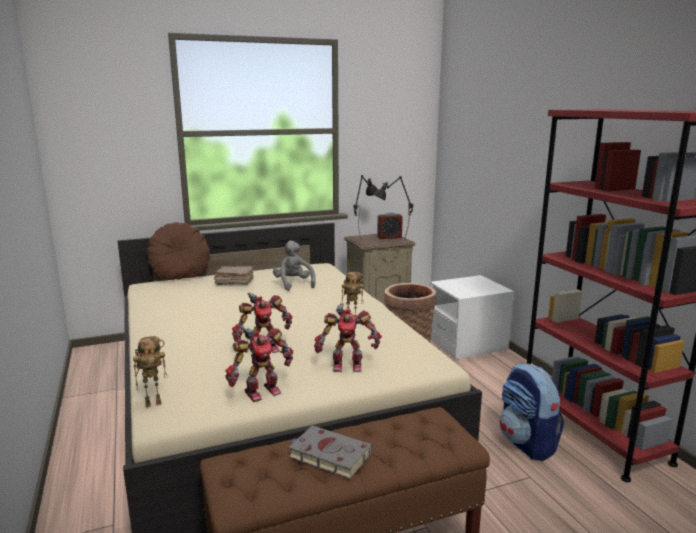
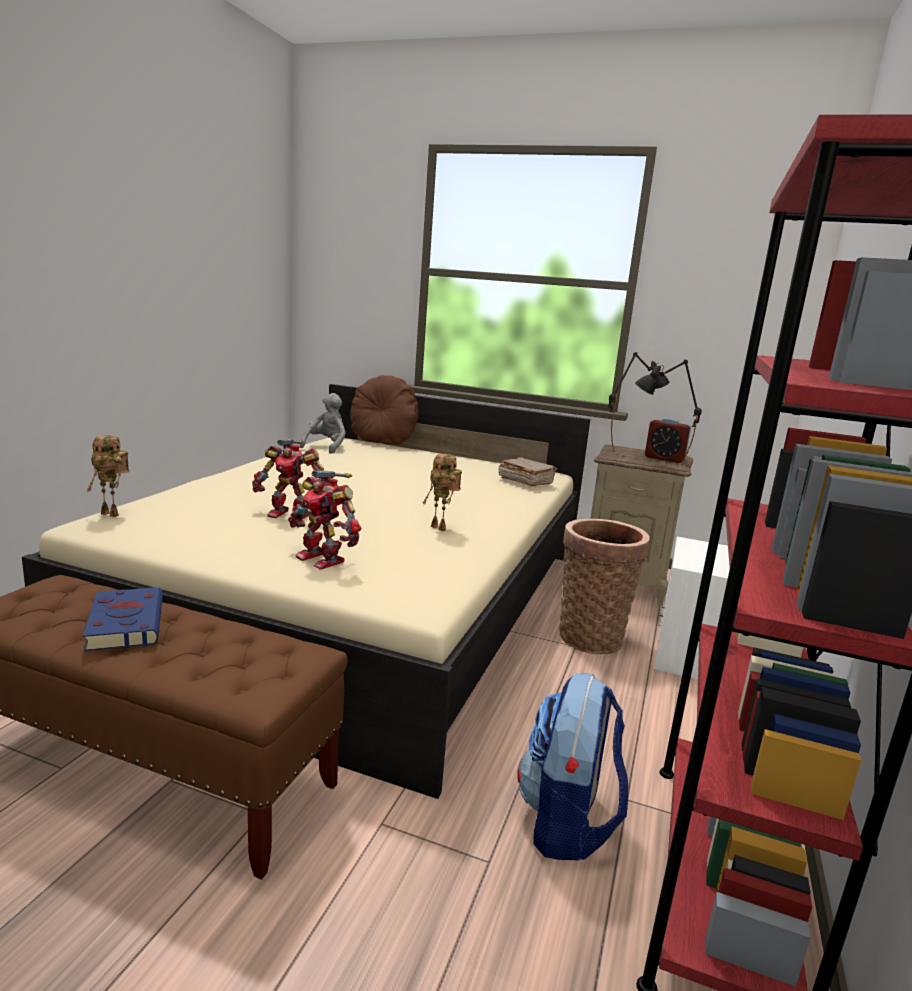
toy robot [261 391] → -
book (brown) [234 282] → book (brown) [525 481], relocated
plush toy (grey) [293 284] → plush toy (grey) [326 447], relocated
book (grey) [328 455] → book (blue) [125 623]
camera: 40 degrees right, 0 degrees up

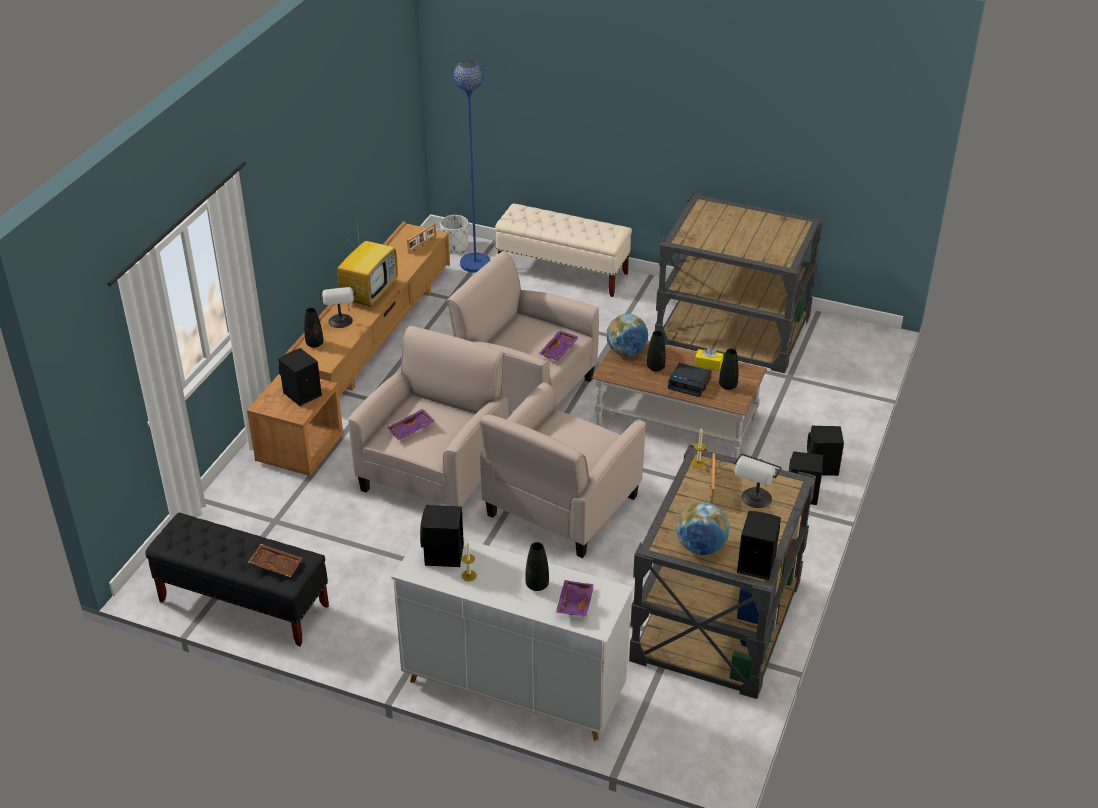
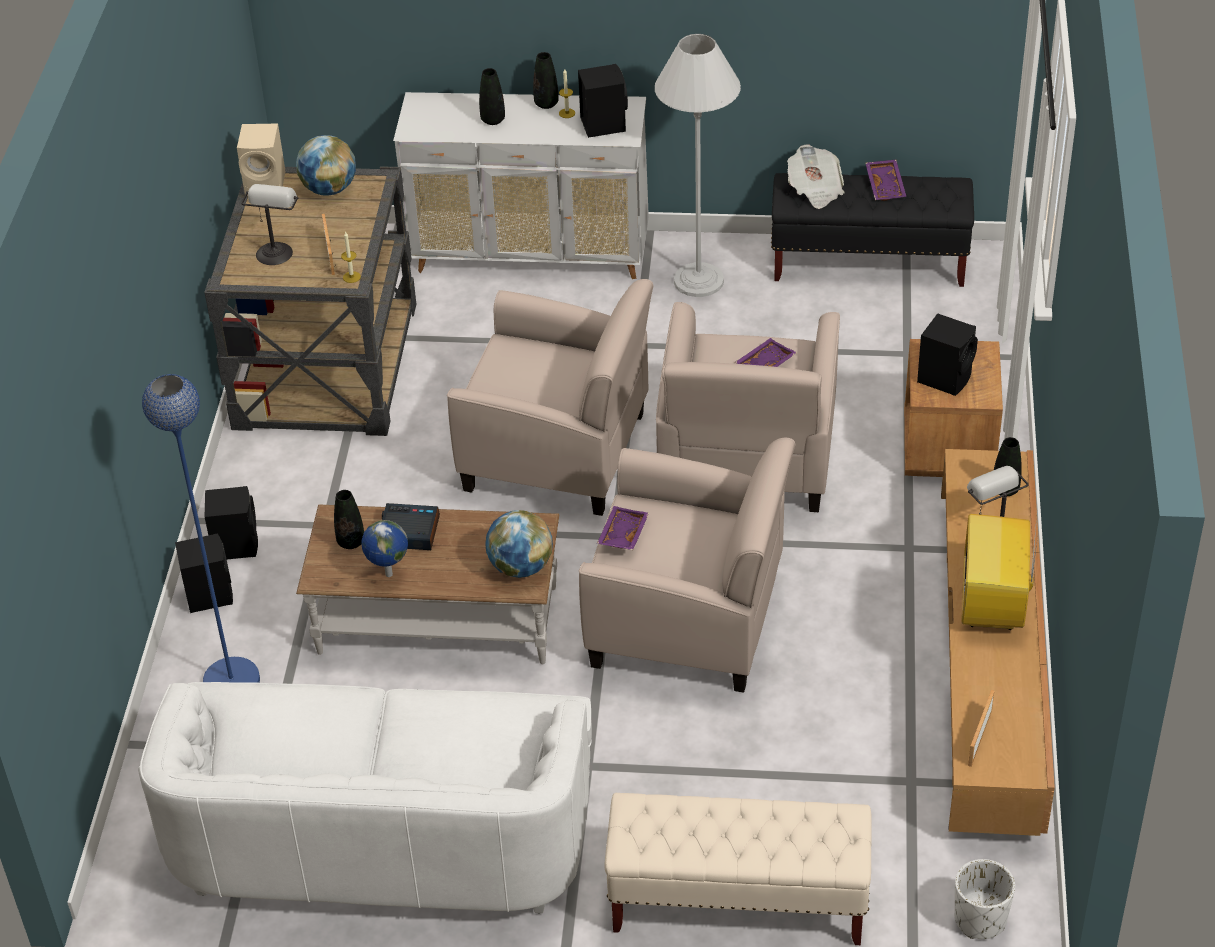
- → floor lamp (white) [698 280]
floor lamp (blue) [475 264] → floor lamp (blue) [232 681], relocated
tray (purple) [574 603] → tray (purple) [886 186], relocated
vase (black) [655 367] → vase (black) [546 104], relocated
tray (brown) [276 564] → newspaper [815 190]
bookcase [733 329] → sofa (white) [382 836]
tissue box (yellow) [708 364] → globe [388 574]
speaker (black) [754 563] → speaker (beige) [267 184]
armchair (beige) [561 507] → armchair (beige) [558 452], 90 degrees clockwise
camera: 165 degrees right, 5 degrees up

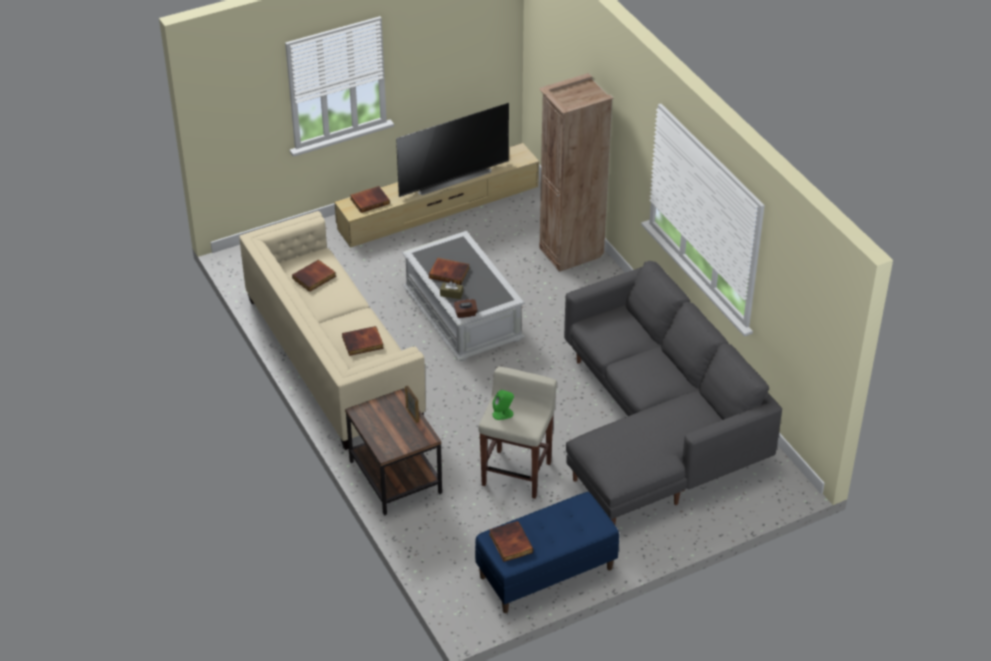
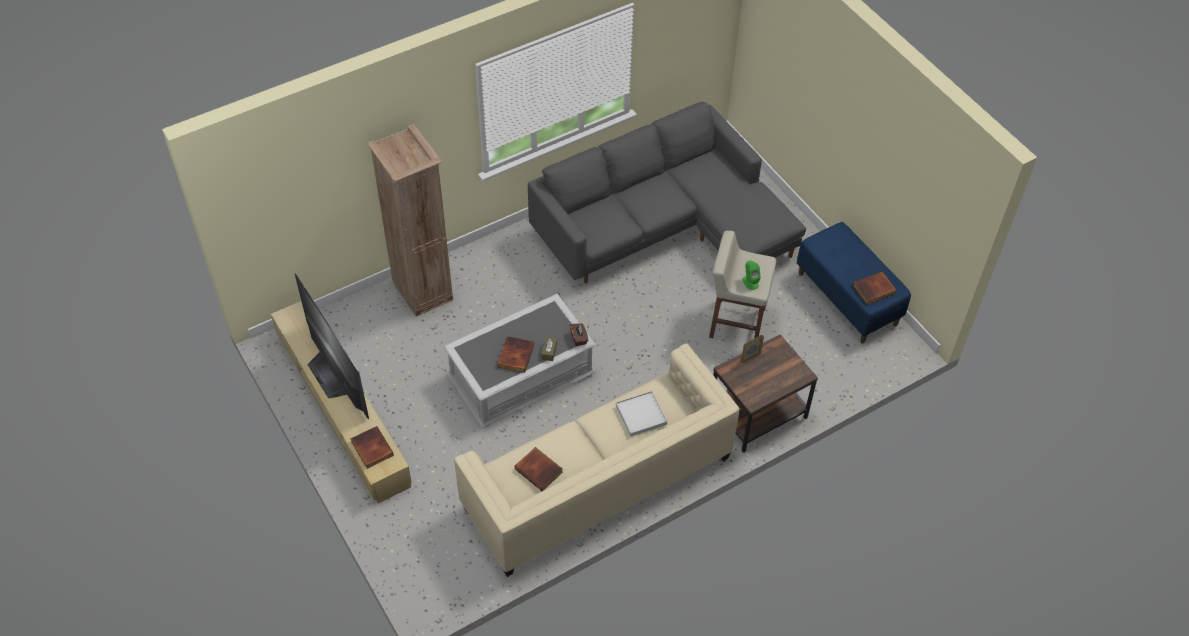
book [362 343] → tray (white) [641 415]
camera: 95 degrees left, 10 degrees up

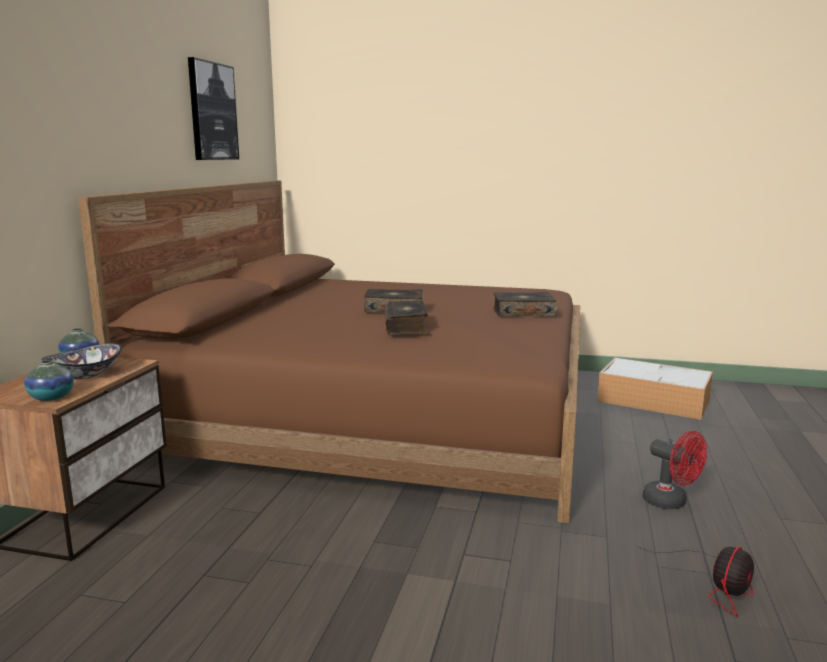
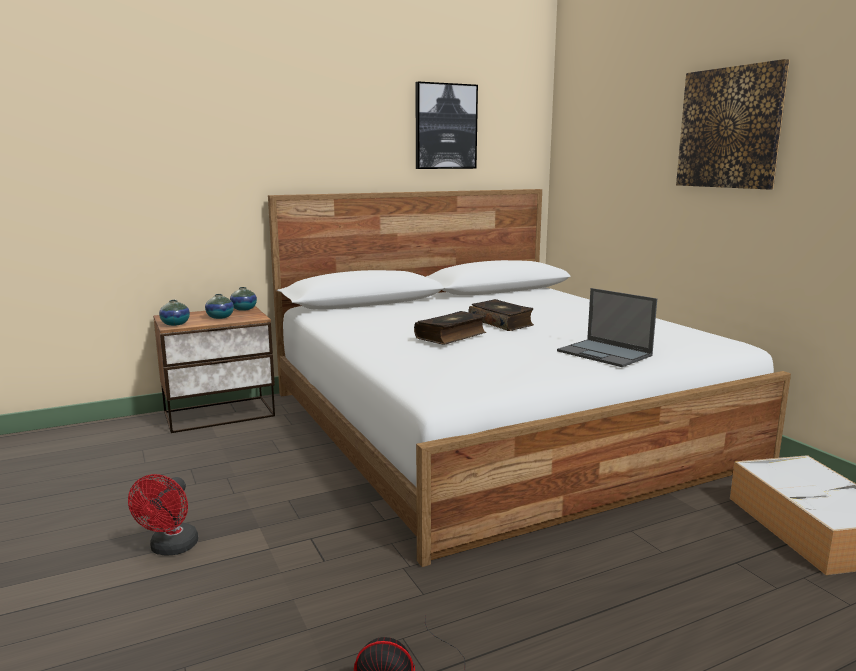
- → picture [730 128]
fan (red) [671 502] → fan (red) [171 549], relocated
bowl [85 375] → vase [220 317]
book [523 312] → laptop [605 353]
bed (brown) [382 412] → bed (white) [495 424]
camera: 50 degrees right, 0 degrees up

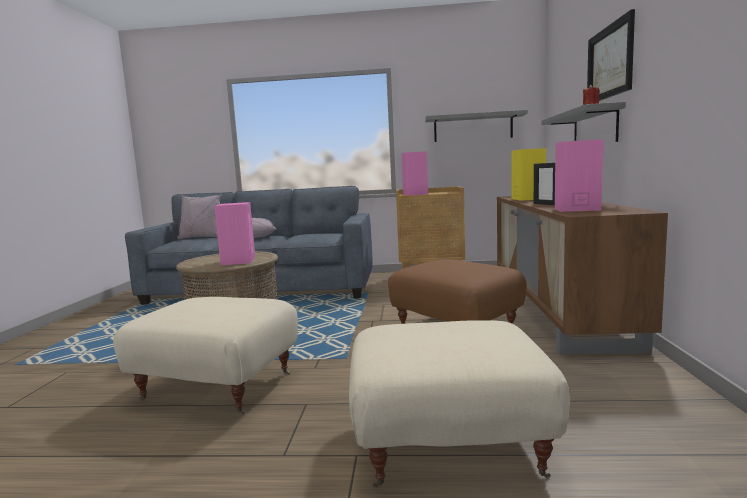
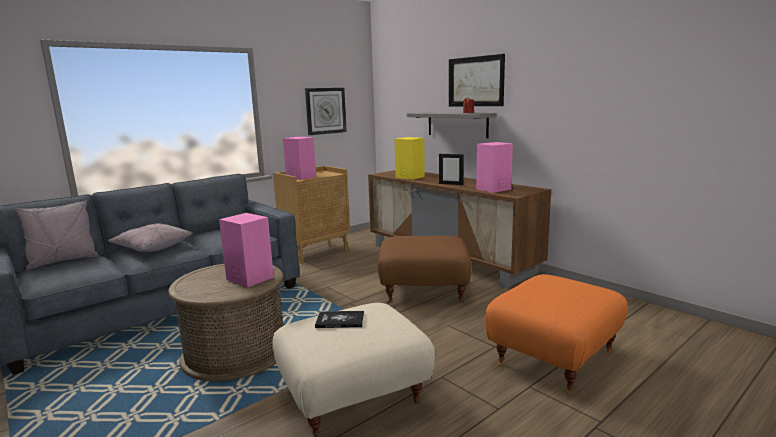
- → book [340 320]
shelf (grey) [473 127] → wall clock [325 111]
ottoman (beige) [449 443] → ottoman (orange) [553 358]
camera: 45 degrees left, 5 degrees up

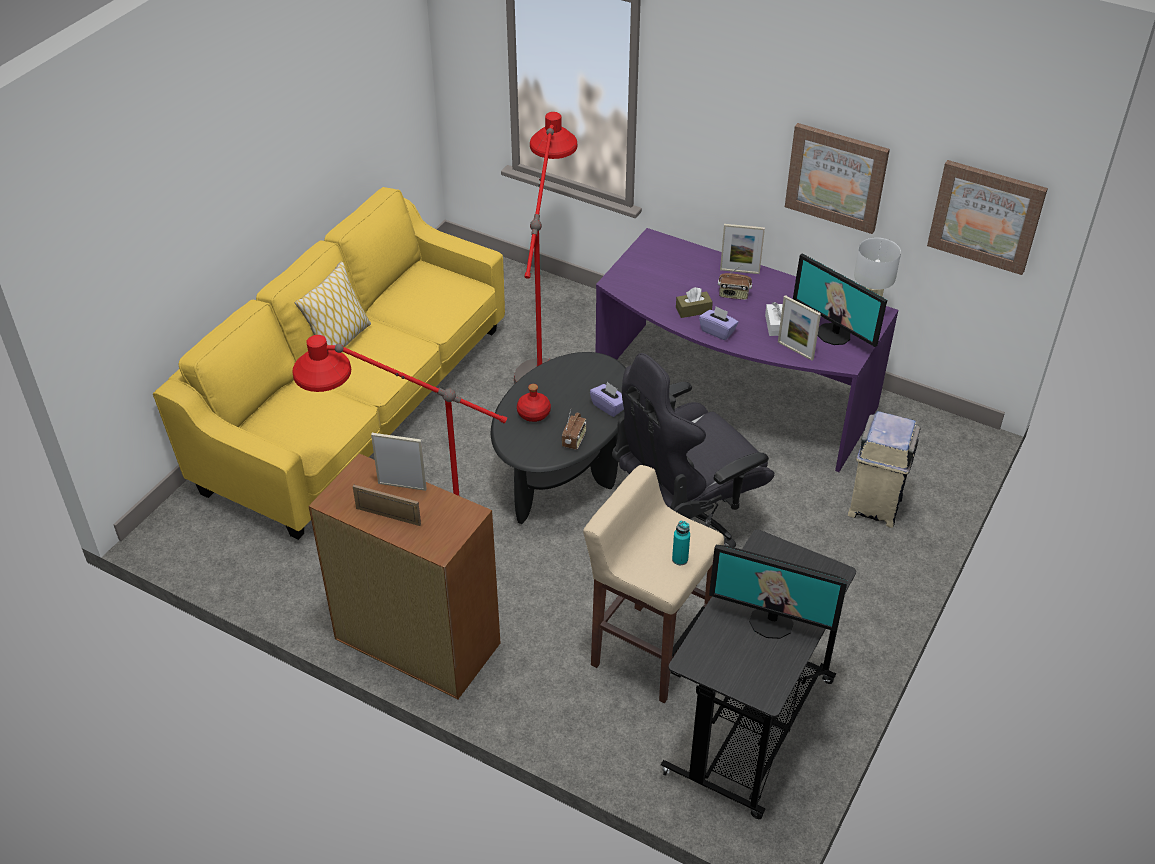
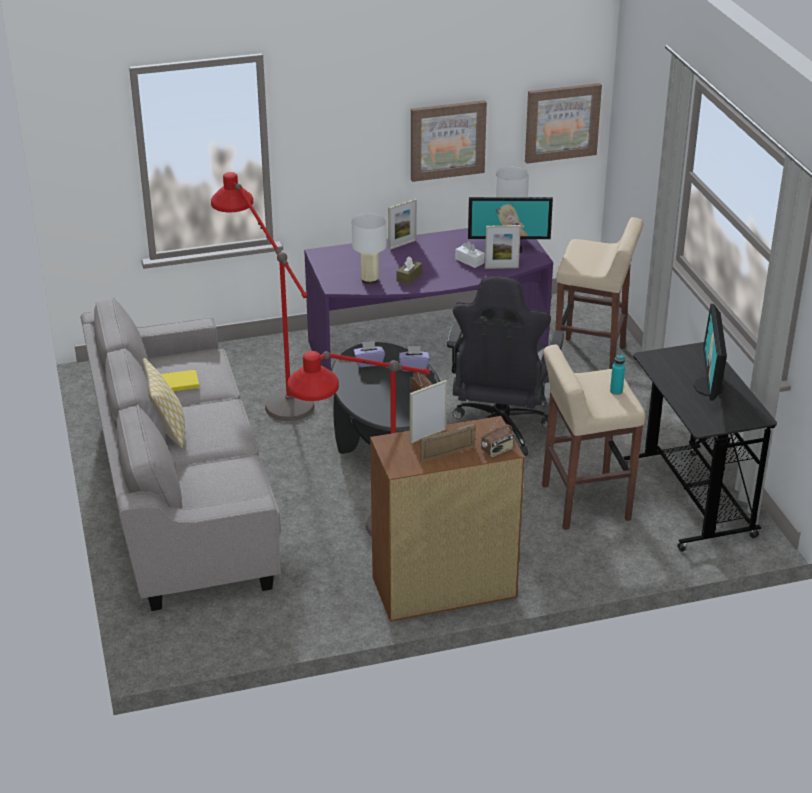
bottle (red) [534 413] → -
- → book (yellow) [178 382]
- → table lamp (white) [369 280]
tissue box (purple) [717 331] → tissue box (purple) [369 362], relocated
radio [733 295] → radio [498 450], relocated
trash can (beige) [875 505] → stool (beige) [591 359]
sofa (yellow) [356 406] → sofa (grey) [183 494]
monitor [771 621] → monitor [709 387], 120 degrees clockwise
camera: 45 degrees left, 10 degrees down

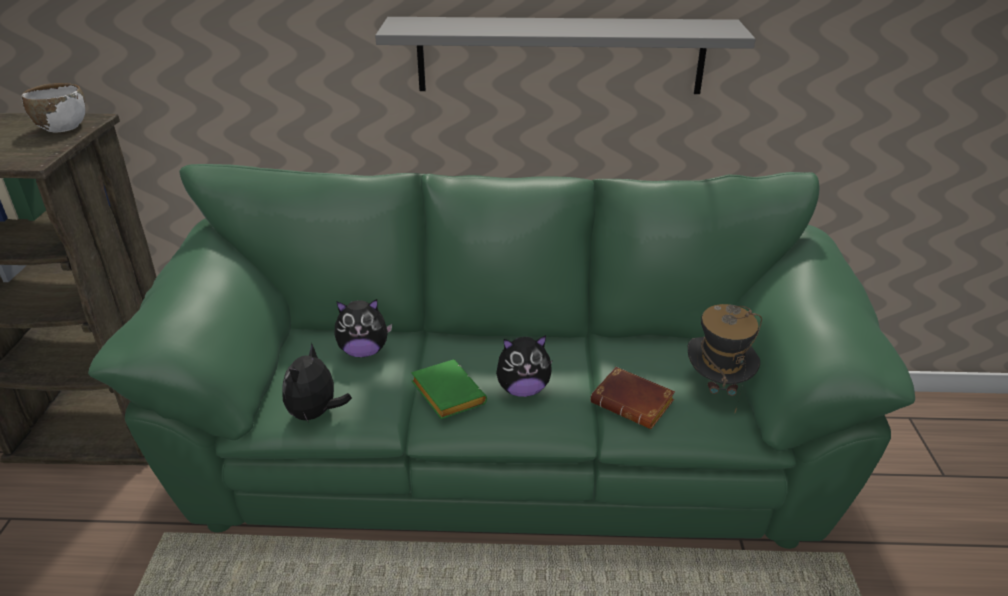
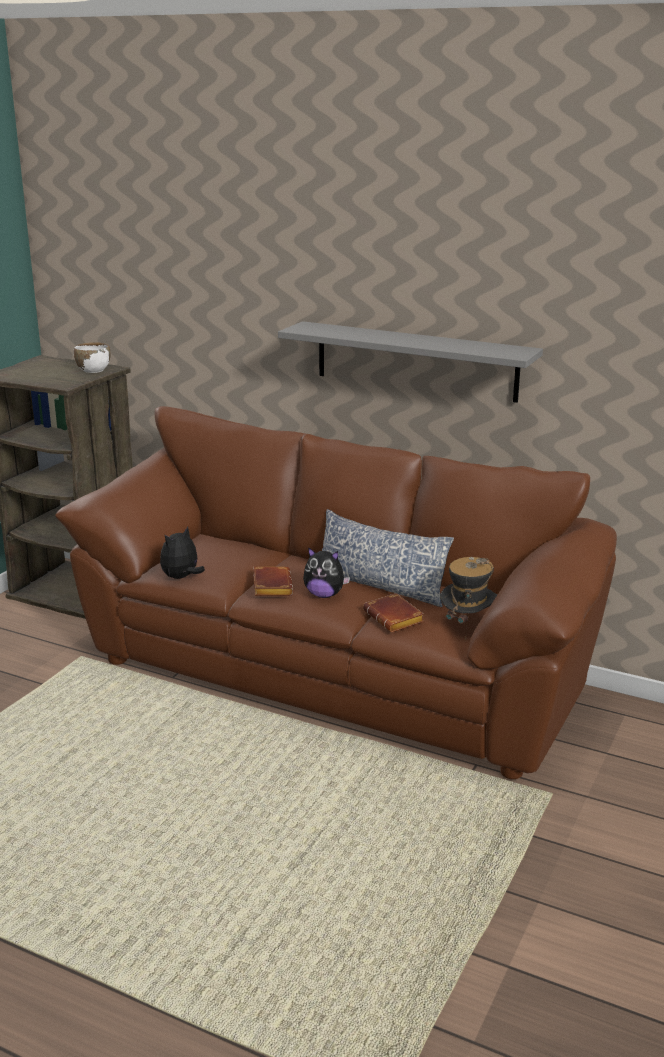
plush toy [364 351] → -
- → pillow [380 585]
sofa (green) [504 465] → sofa (brown) [331 679]
book (green) [445 394] → book (brown) [270 586]
camera: 25 degrees right, 10 degrees down

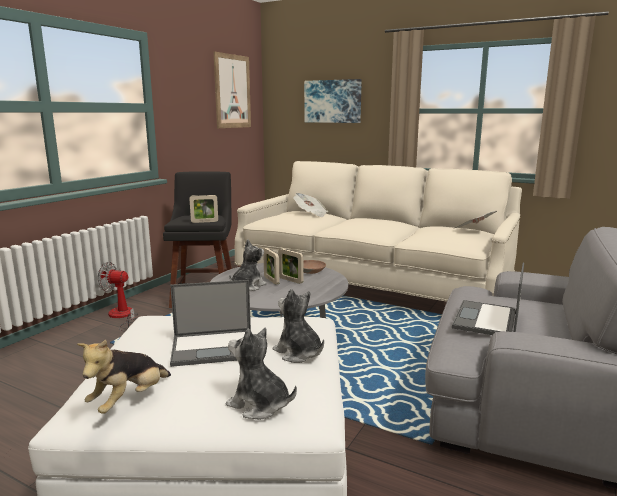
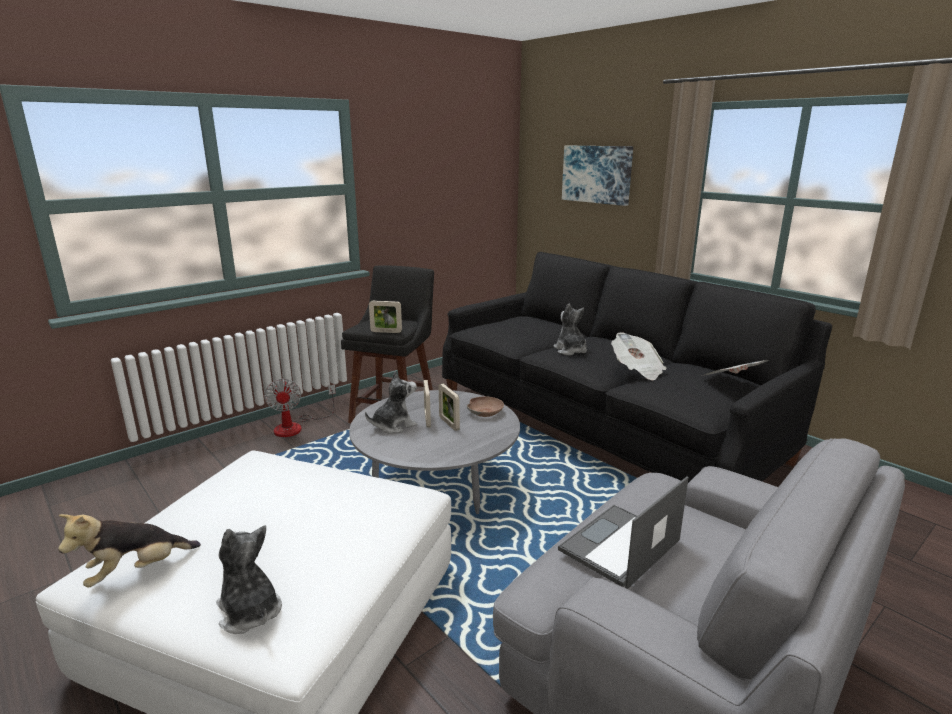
laptop [214 347] → -
picture [232 91] → -
plush toy [298 353] → plush toy [570 351], relocated
newspaper [311 214] → newspaper [637 370], relocated
sofa (beige) [372 283] → sofa (black) [605 424]
fan [122 316] → fan [296 426], 135 degrees counterclockwise
camera: 20 degrees right, 5 degrees up

